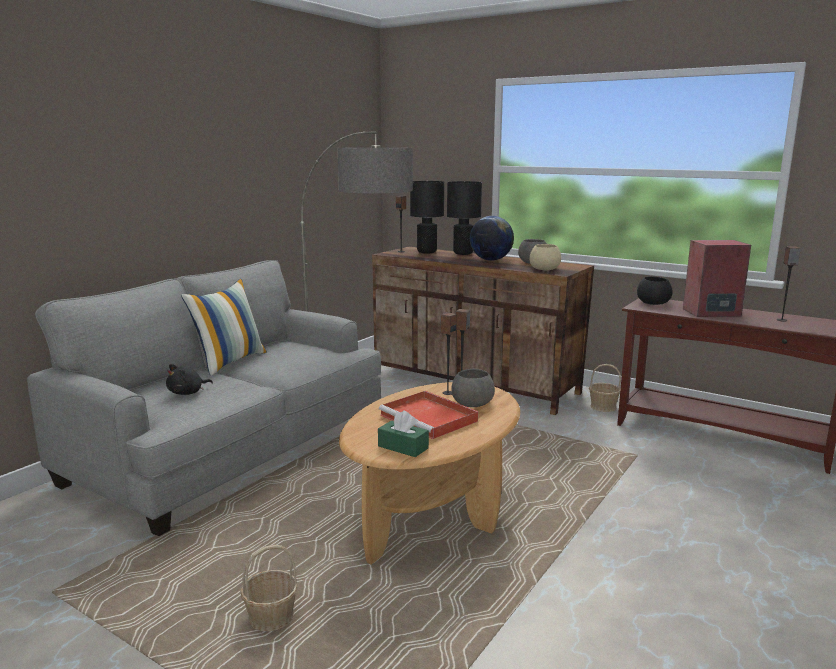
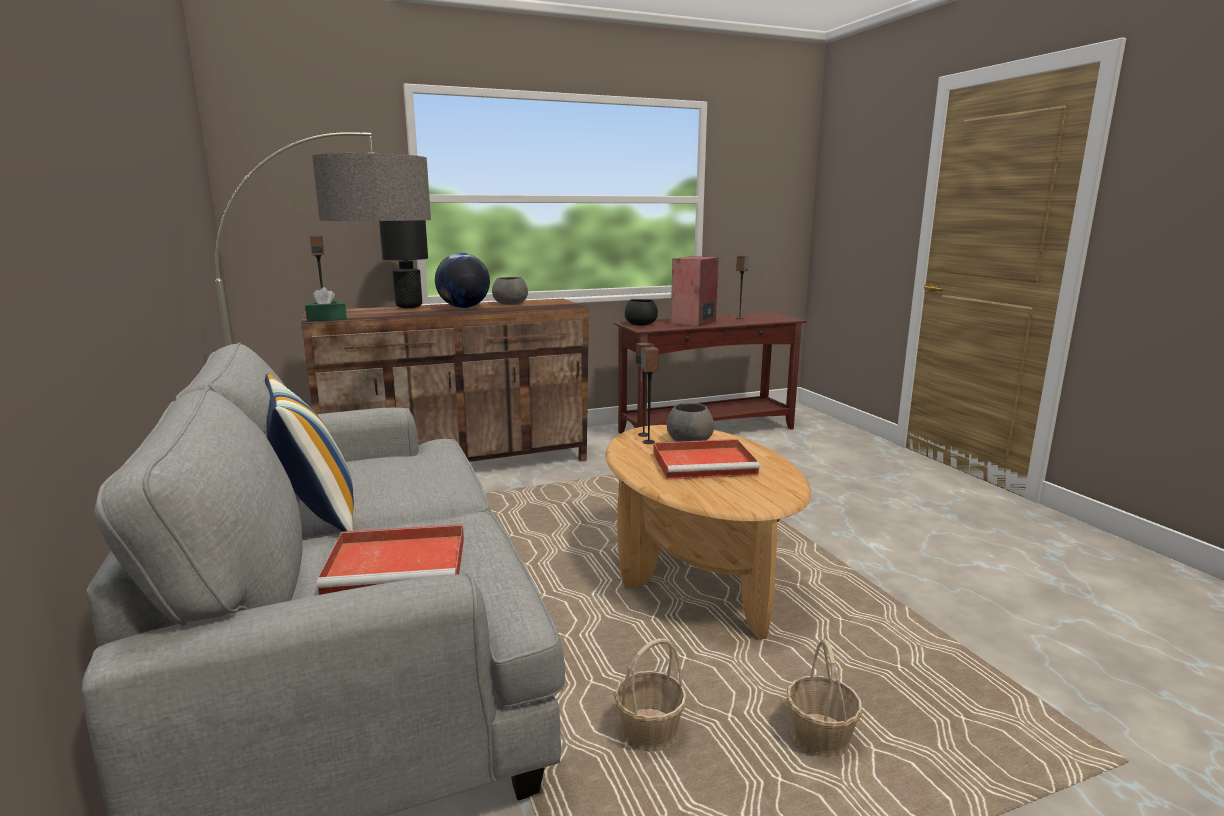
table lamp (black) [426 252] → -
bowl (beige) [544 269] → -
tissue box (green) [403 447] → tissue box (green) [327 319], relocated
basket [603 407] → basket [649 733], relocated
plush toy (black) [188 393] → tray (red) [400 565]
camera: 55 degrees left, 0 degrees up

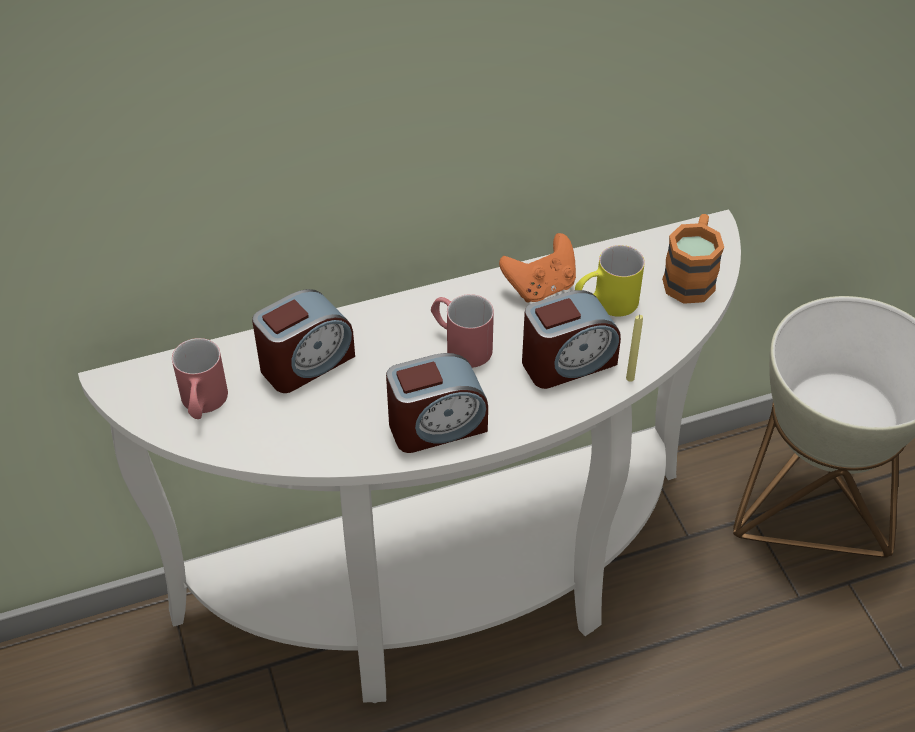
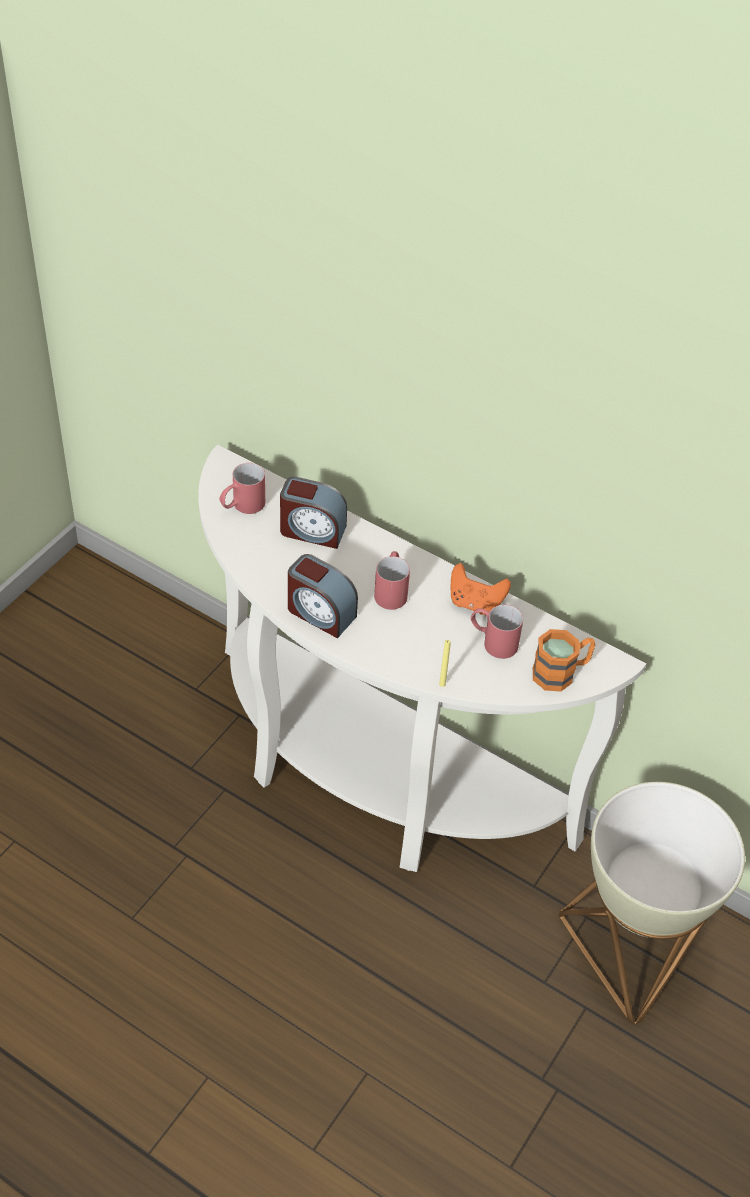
alarm clock [568 362] → -
mug (yellow) [605 304] → mug (red) [492 641]
camera: 50 degrees right, 0 degrees up

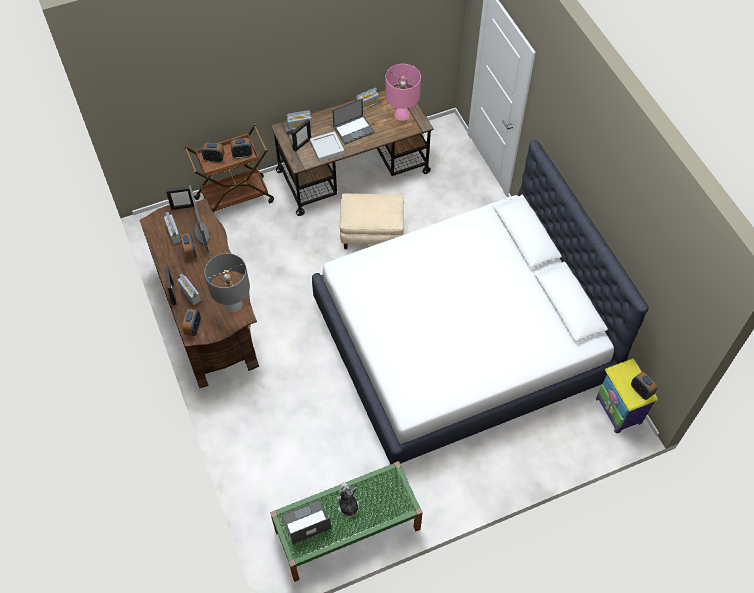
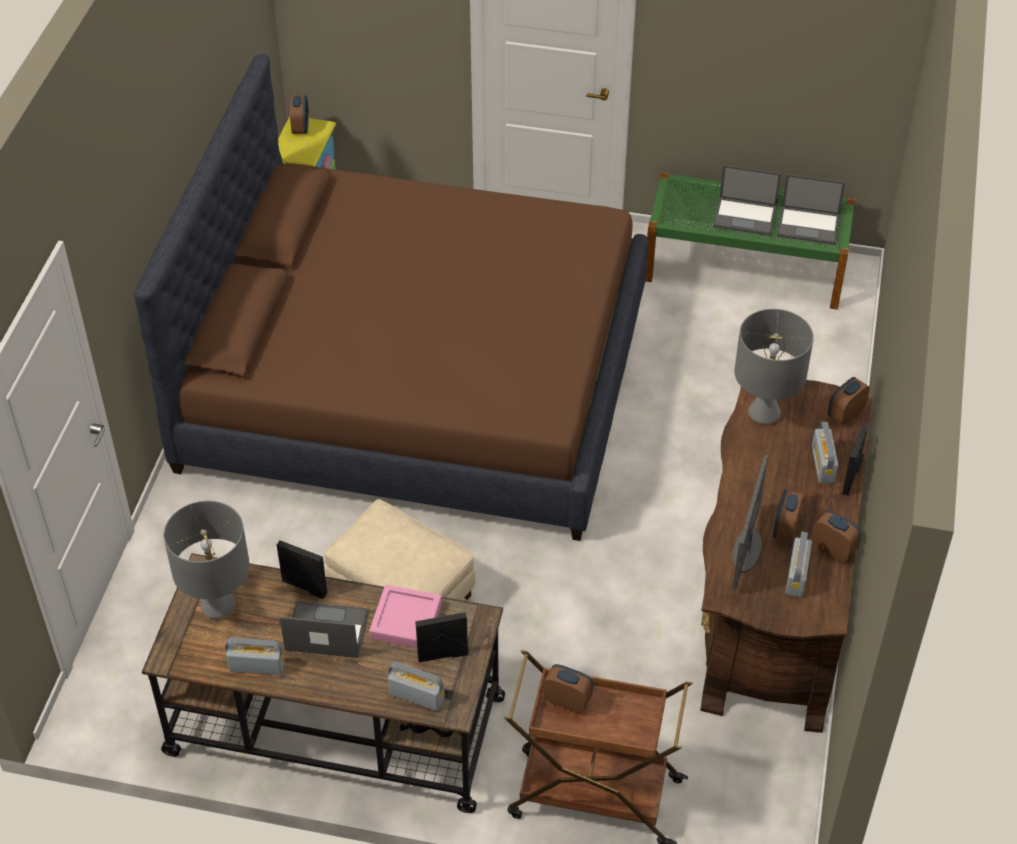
picture frame [183 206] → picture frame [304 587], relocated
alarm clock [214 159] → alarm clock [833 549], relocated
plush toy [347 505] → laptop [745 216]
tray (grey) [327 148] → tray (pink) [406 621]
bed (white) [462 339] → bed (brown) [416 378]
table lamp (pink) [402 116] → table lamp (grey) [218 607]
camera: 145 degrees left, 10 degrees down

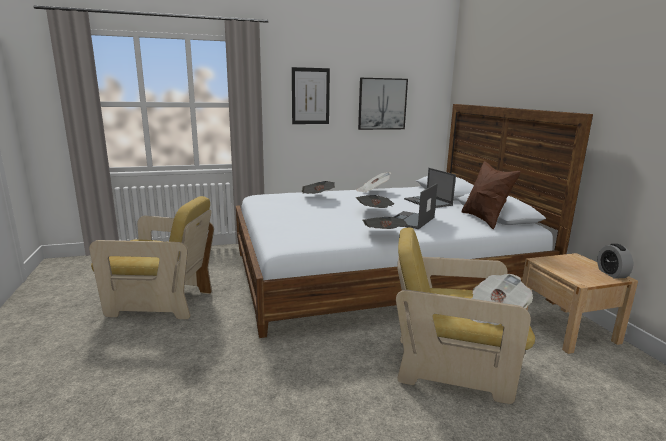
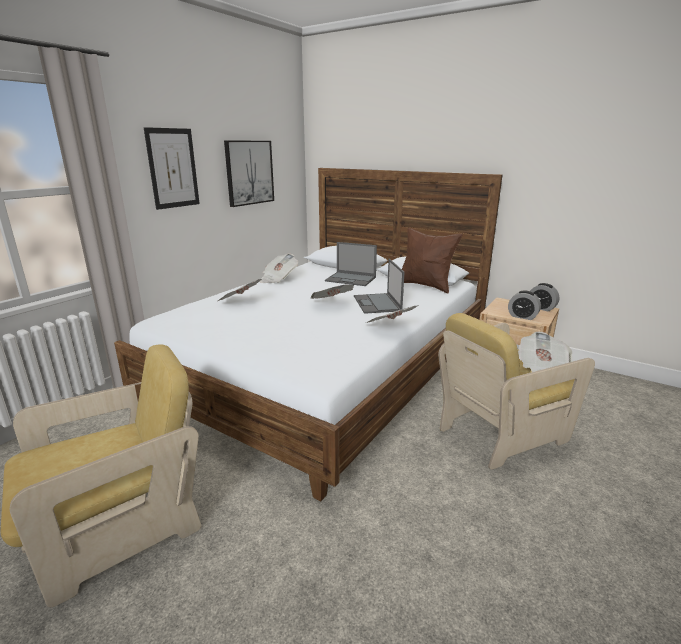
- → alarm clock [522 316]
camera: 40 degrees left, 5 degrees up

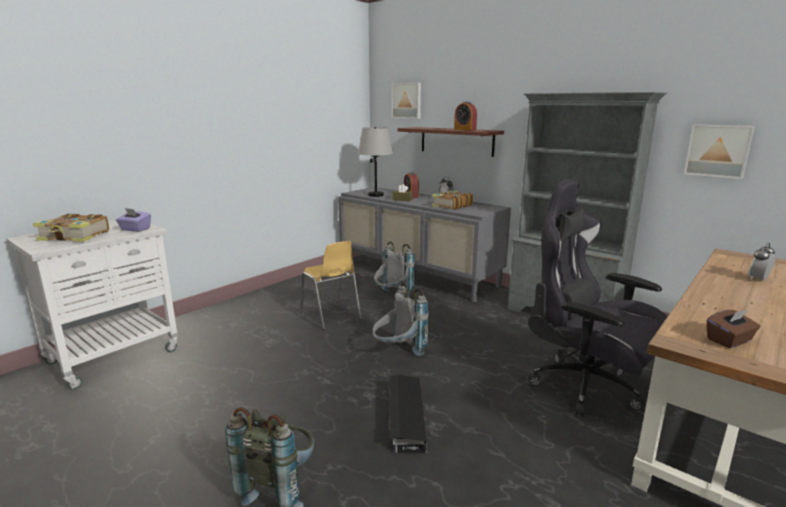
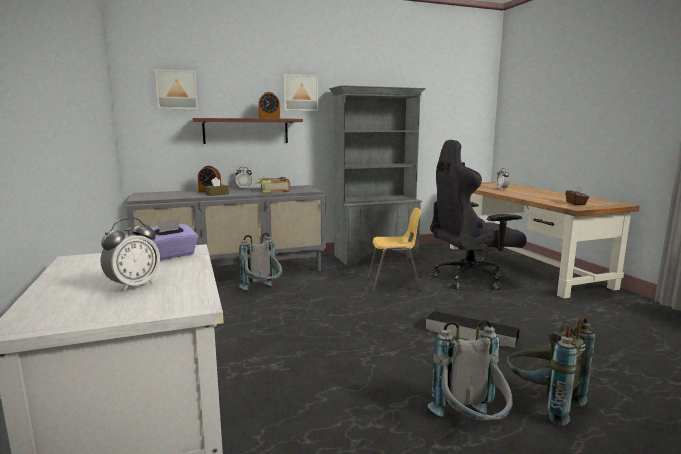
table lamp (grey) [375 195] → -
chair (yellow) [331 315] → chair (yellow) [394 284], relocated
backpack (grey) [398 353] → backpack (grey) [471 426], relocated
picture [718 150] → picture [300 93], relocated
book [75 236] → alarm clock [134 286]
camera: 60 degrees left, 5 degrees down

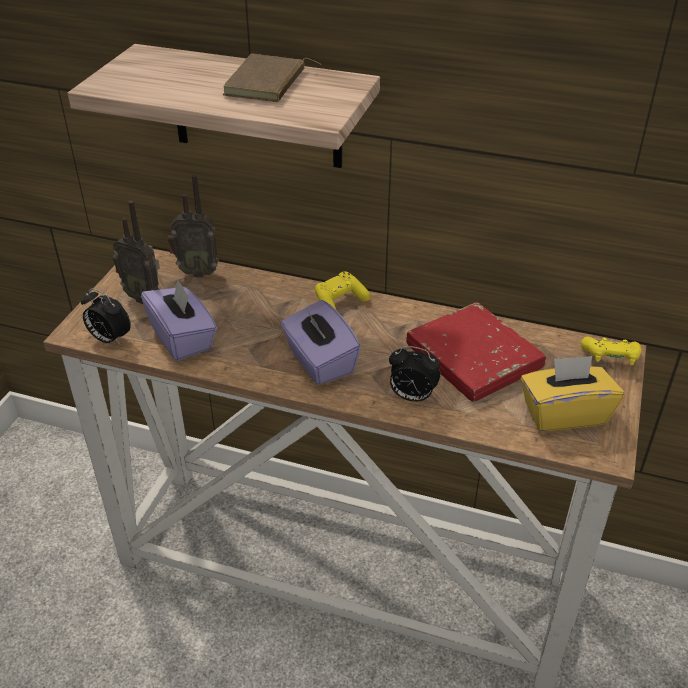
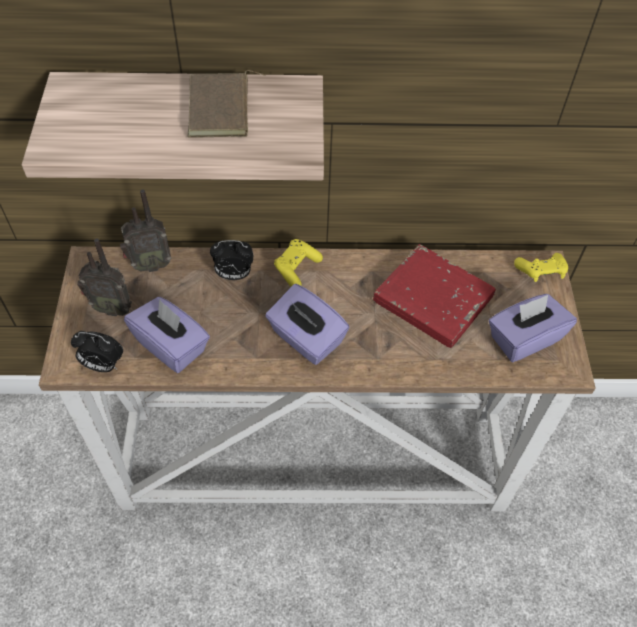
alarm clock [411 397] → alarm clock [234 275], relocated
tissue box (yellow) [564 413] → tissue box (purple) [524 338]
camera: 20 degrees left, 15 degrees up

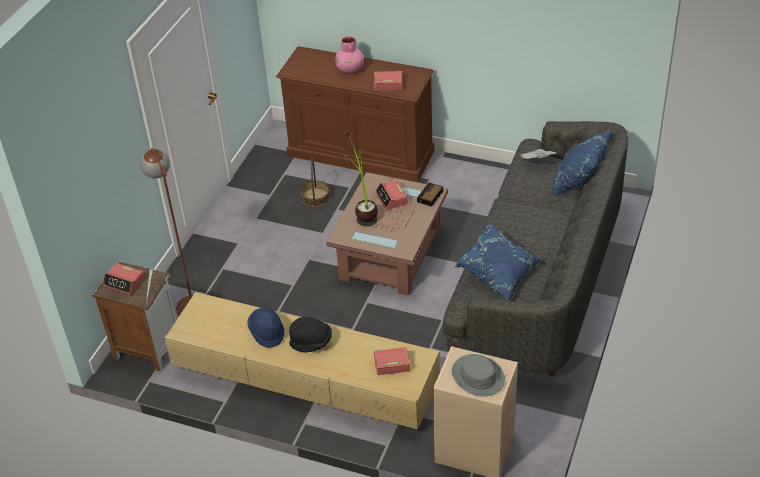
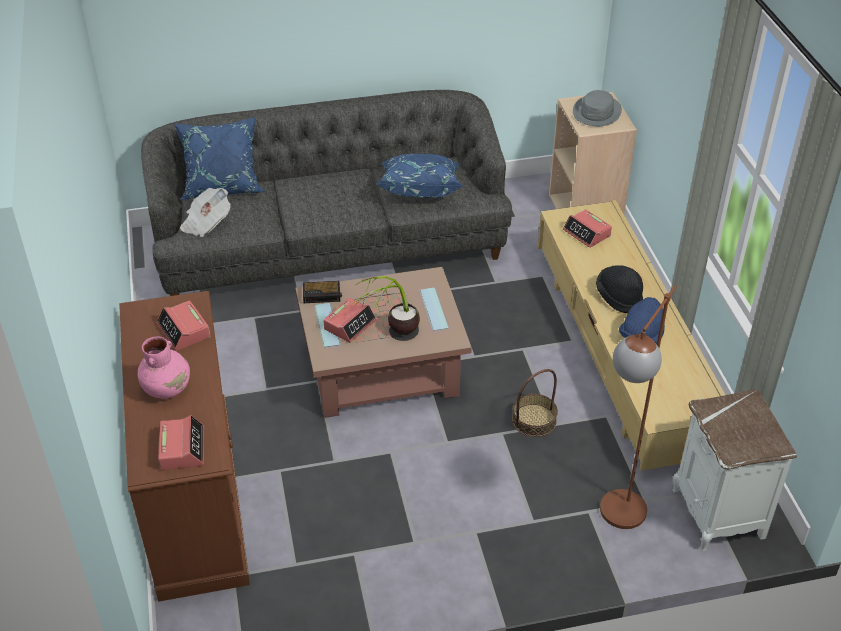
alarm clock [124 282] → alarm clock [182 448], relocated
basket [315 197] → basket [534 420], relocated
camera: 125 degrees left, 0 degrees up

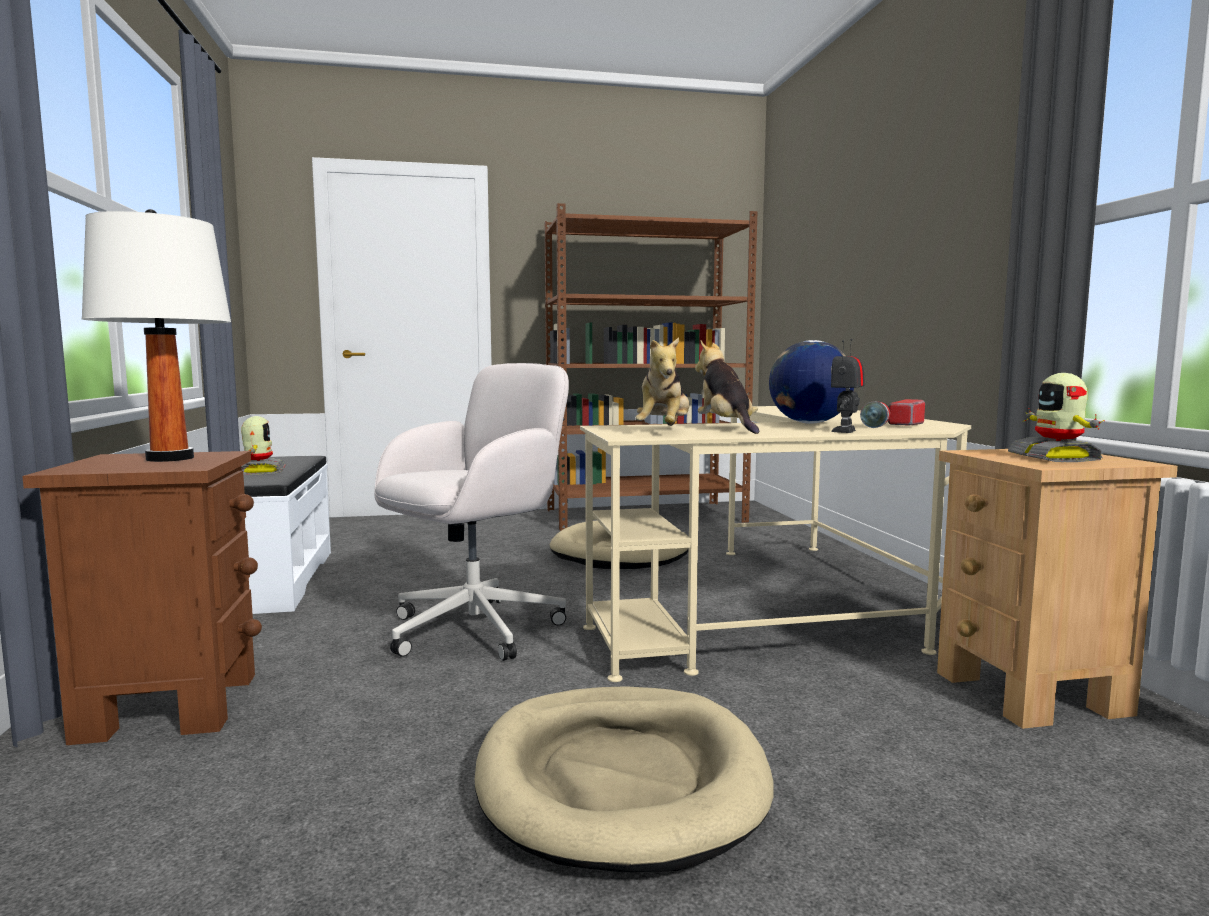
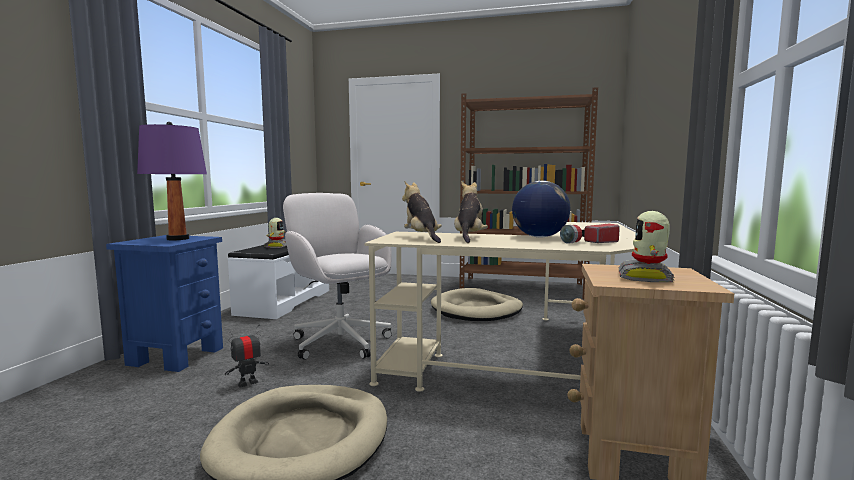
toy robot [845 431] → toy robot [247 383], relocated
nightstand (brown) [173 705] → nightstand (blue) [178 356]
table lamp (white) [170 458] → table lamp (purple) [178 239]
office chair (white) [474 630] → office chair (white) [341 343], 105 degrees counterclockwise
plush toy [664 431] → plush toy [422 238], 120 degrees clockwise
camera: 25 degrees right, 0 degrees up

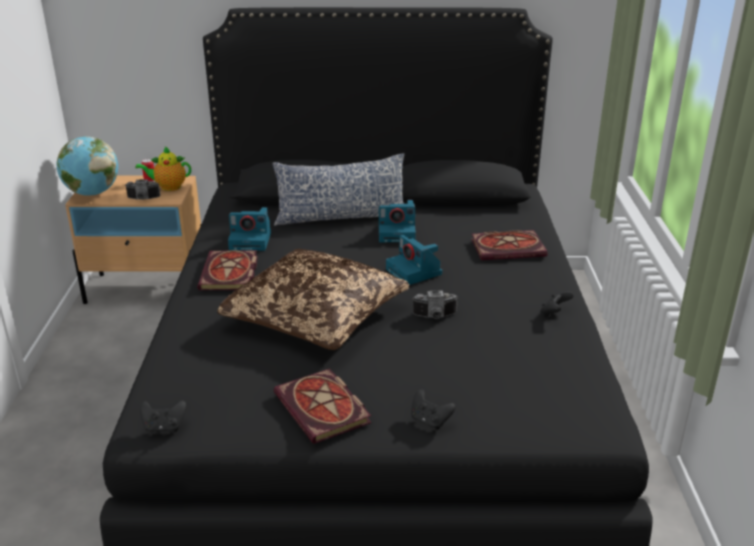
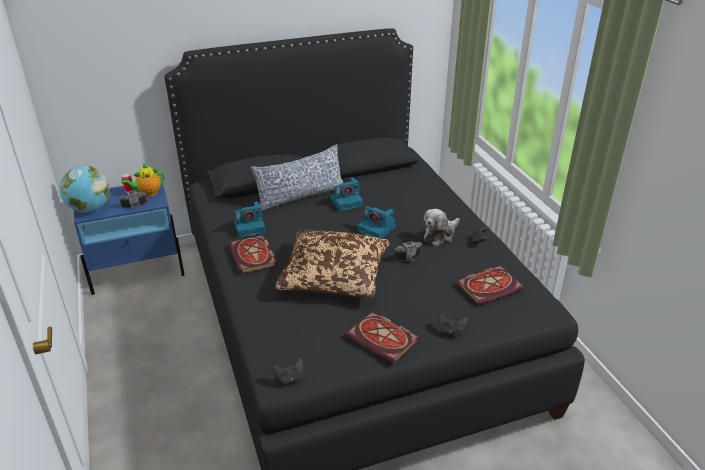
- → plush toy [440 235]
book [509 248] → book [490 286], relocated
nightstand (beige) [149 288] → nightstand (blue) [137 271]
camera: 20 degrees left, 5 degrees up

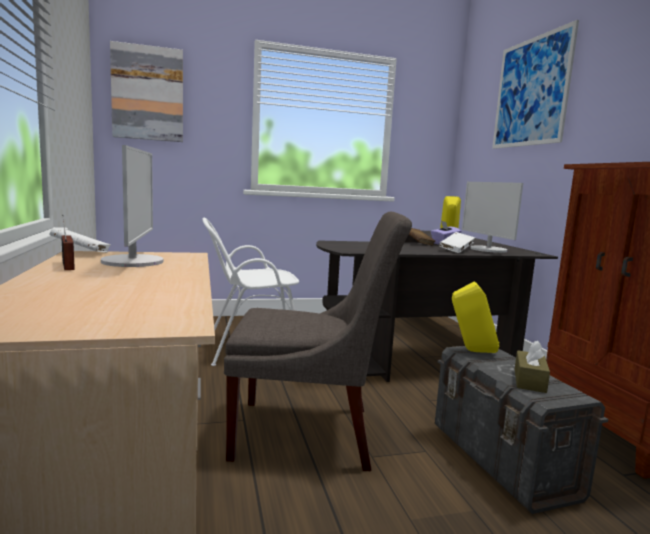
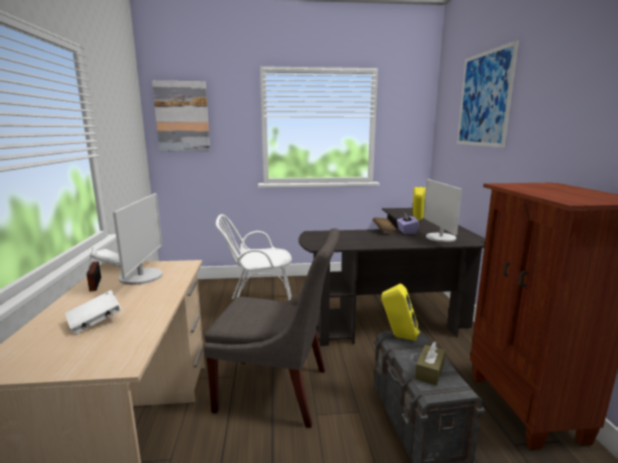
book (white) [456 250] → book (white) [95 322], relocated
camera: 10 degrees right, 5 degrees up

